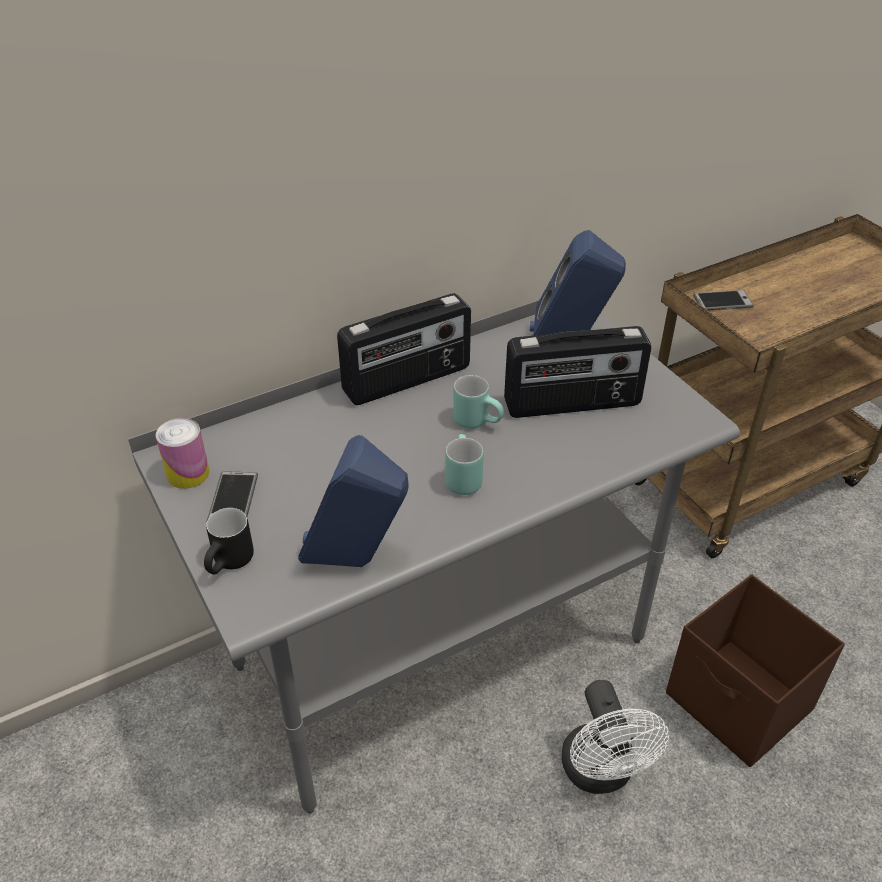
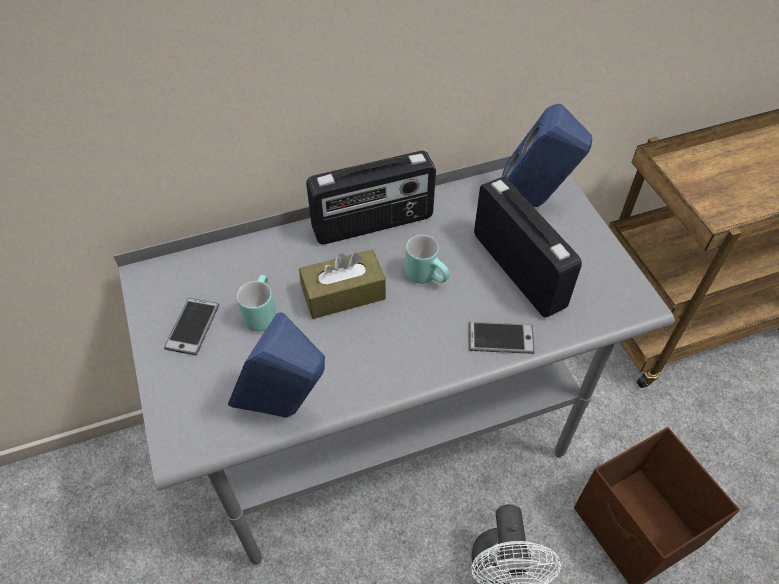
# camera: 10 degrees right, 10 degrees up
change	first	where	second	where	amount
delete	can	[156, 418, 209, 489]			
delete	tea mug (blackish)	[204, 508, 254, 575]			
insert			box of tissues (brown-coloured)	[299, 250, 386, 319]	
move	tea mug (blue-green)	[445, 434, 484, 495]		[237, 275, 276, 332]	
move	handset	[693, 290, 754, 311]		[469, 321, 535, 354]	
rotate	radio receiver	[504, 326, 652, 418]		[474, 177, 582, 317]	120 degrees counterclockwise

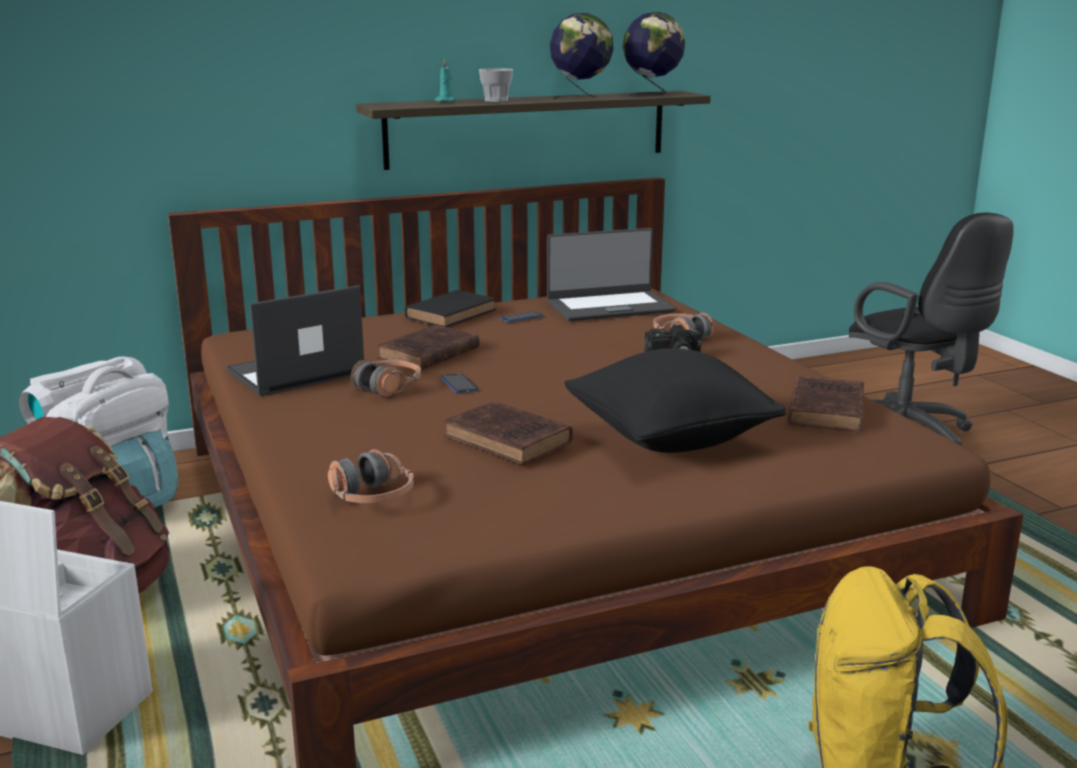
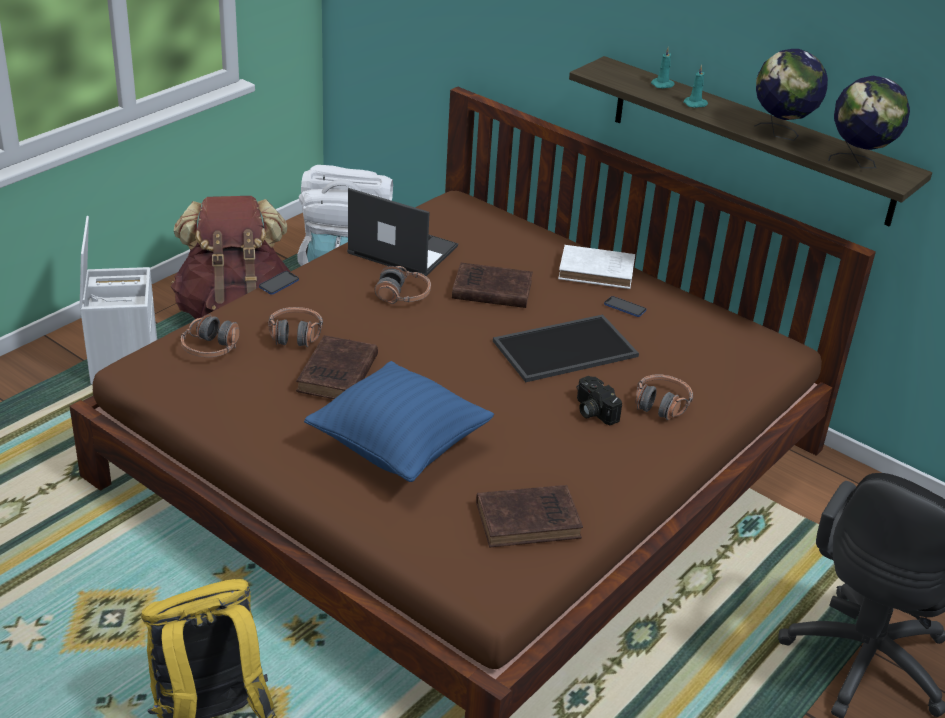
# camera: 60 degrees right, 15 degrees up
change	first	where	second	where	amount
delete	laptop	[547, 228, 675, 321]			
insert			headphones	[268, 307, 323, 347]	
insert			tray	[493, 315, 639, 383]	
move	handset	[441, 374, 478, 393]		[259, 271, 299, 295]	
replace	drinking cup	[479, 68, 513, 102]	wax candle (blue-green)	[684, 65, 708, 108]	
recolor	bound book (blackish)	[405, 290, 496, 327]	bound book (whitish)	[558, 245, 635, 289]	
recolor	pillow (blackish)	[564, 348, 786, 453]	pillow (blue)	[304, 361, 494, 482]	

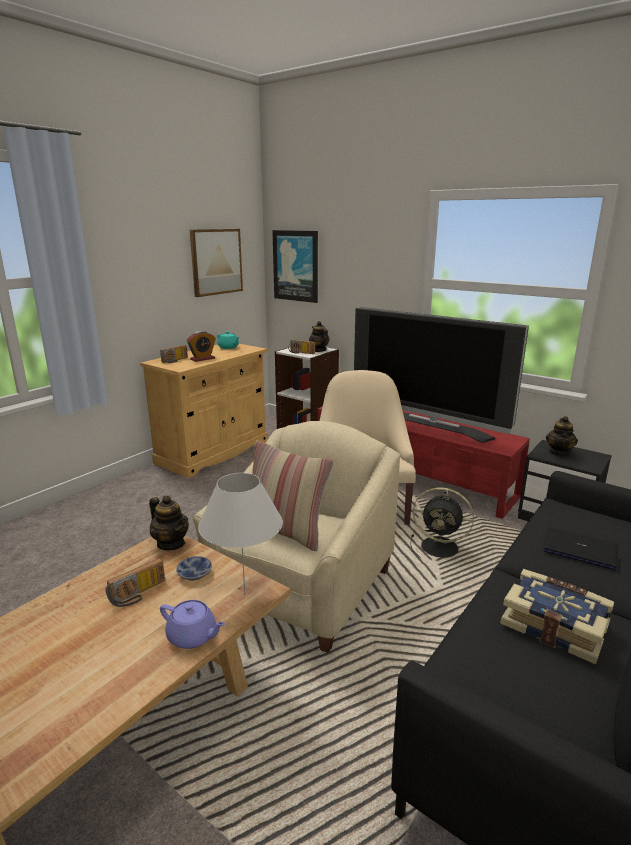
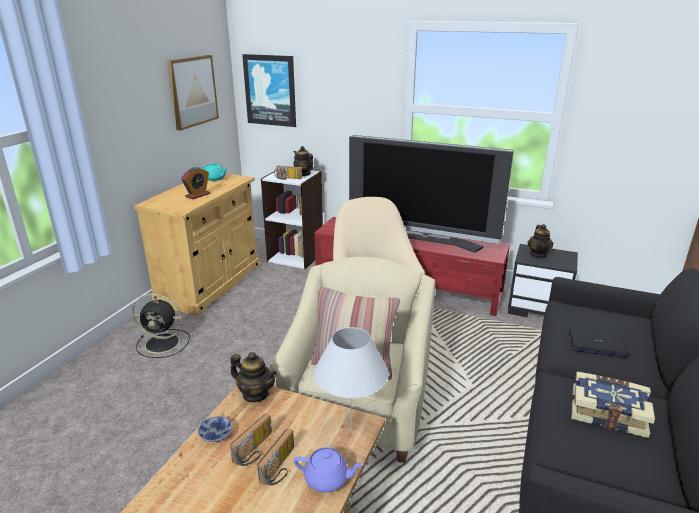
# camera: 15 degrees left, 5 degrees up
change	first	where	second	where	amount
move	radio receiver	[160, 345, 188, 363]		[257, 428, 294, 485]	
move	deep dish	[176, 556, 212, 581]		[198, 416, 232, 442]	
move	electric fan (blackish)	[410, 487, 474, 558]		[132, 293, 190, 358]	

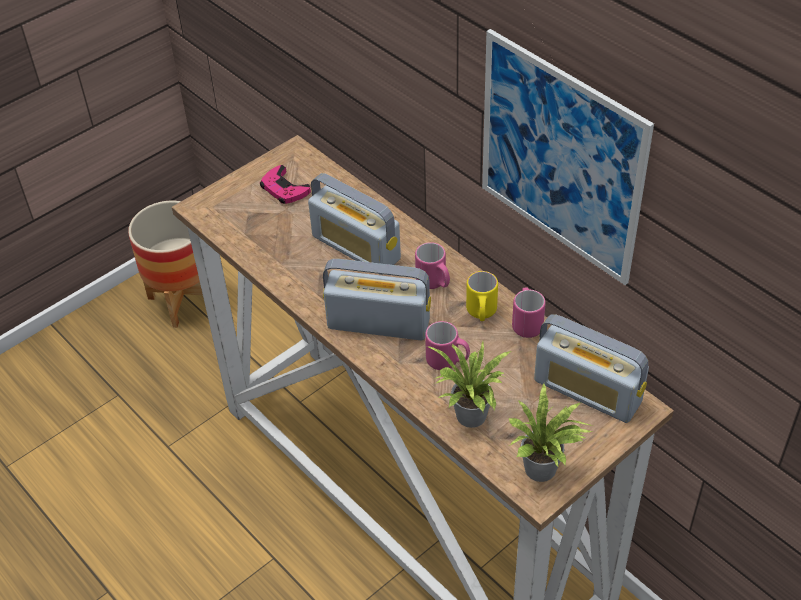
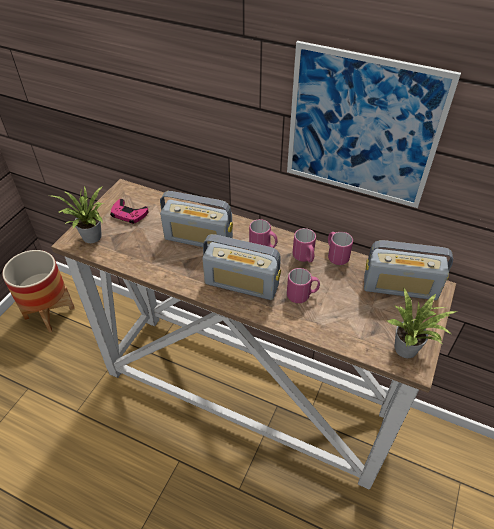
# camera: 25 degrees left, 0 degrees up
change	first	where	second	where	amount
move	plant in a pot	[427, 341, 512, 428]		[52, 186, 103, 243]	
recolor	tea mug (yellow)	[466, 271, 498, 321]	tea mug (pink-coloured)	[293, 228, 316, 262]	
rotate	radio receiver	[323, 259, 431, 340]		[202, 234, 281, 300]	150 degrees counterclockwise

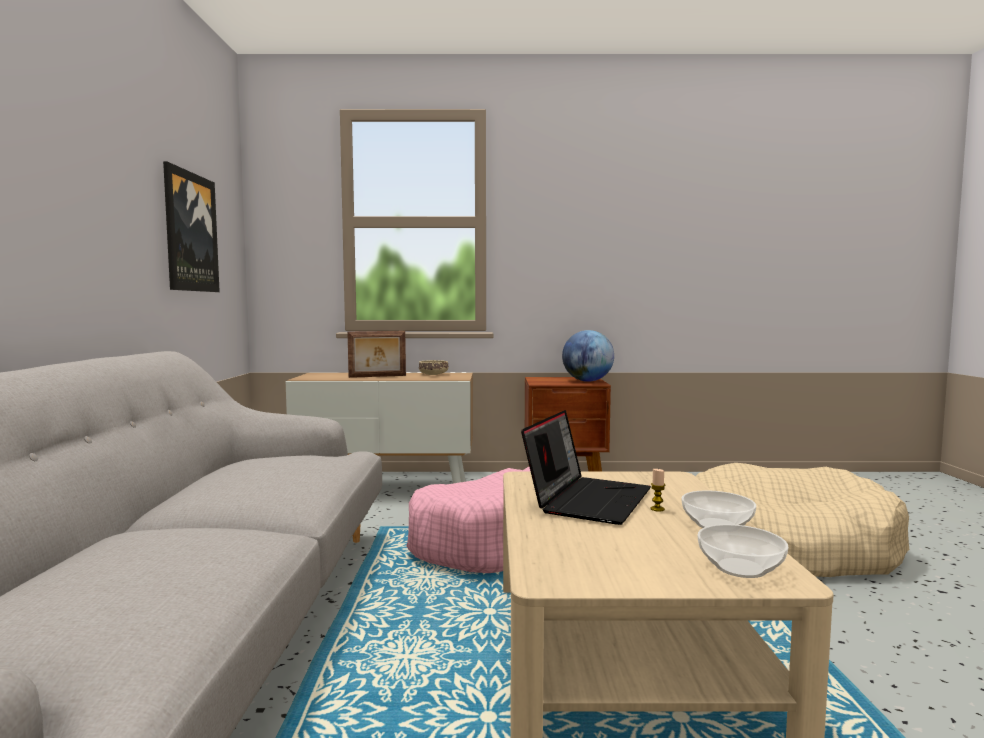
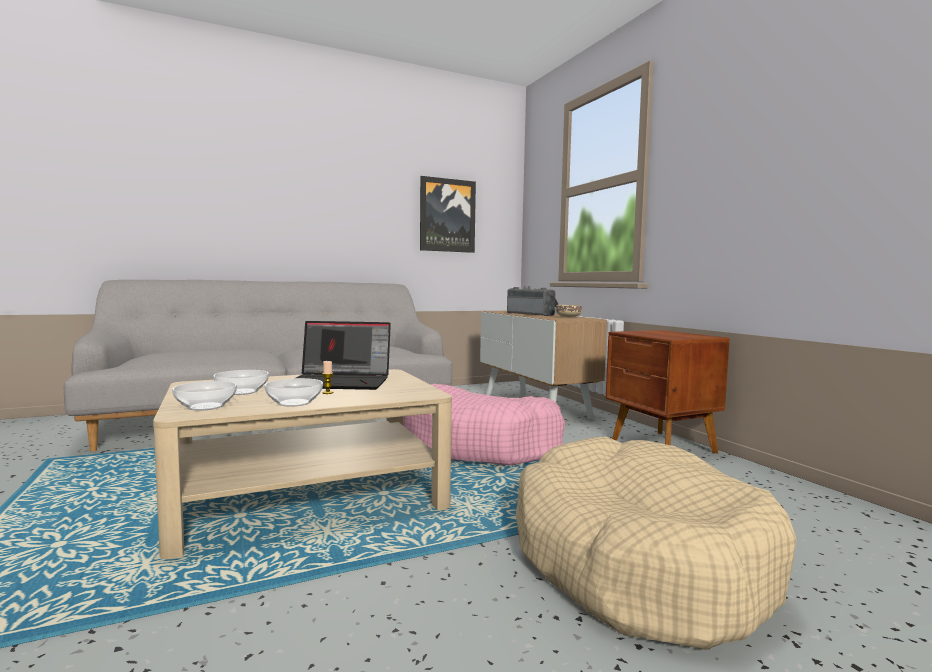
# camera: 65 degrees right, 0 degrees up
change	first	where	second	where	amount
delete	world globe	[562, 330, 614, 382]			
insert			deep dish	[213, 370, 269, 395]	
replace	photo frame	[347, 331, 406, 378]	radio receiver	[507, 286, 559, 316]	

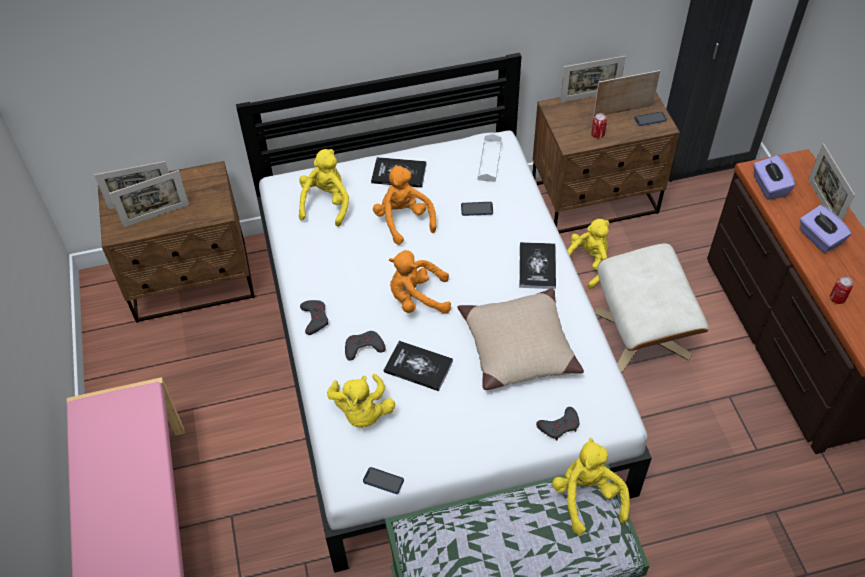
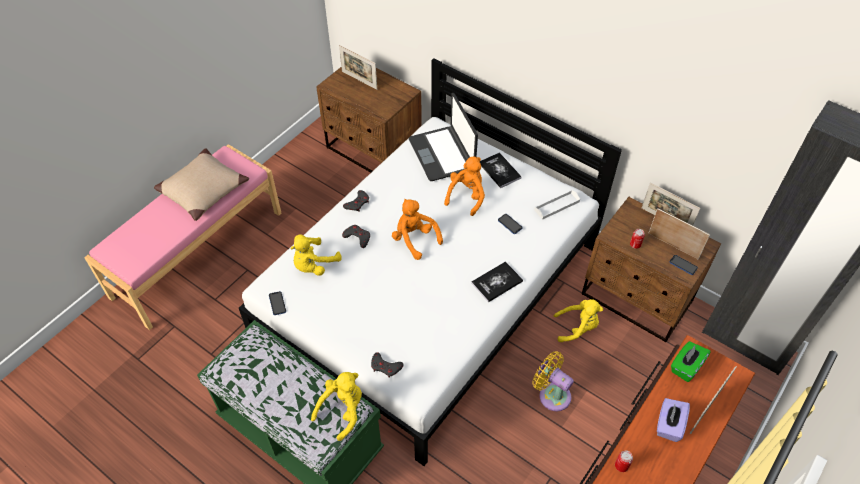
# camera: 50 degrees right, 0 degrees up
change	first	where	second	where	amount
delete	photo frame	[109, 170, 190, 227]			
delete	bound book	[384, 341, 453, 391]			
move	pillow (sand-coloured)	[458, 288, 584, 390]		[154, 148, 249, 221]	
replace	soft toy (yellow)	[299, 149, 349, 227]	laptop	[409, 93, 478, 181]	
replace	pouffe (sand-coloured)	[595, 243, 709, 373]	electric fan (yellow)	[533, 351, 574, 411]	
recolor	box of tissues (purple-coloured)	[753, 155, 795, 200]	box of tissues (greenish)	[671, 341, 711, 382]	

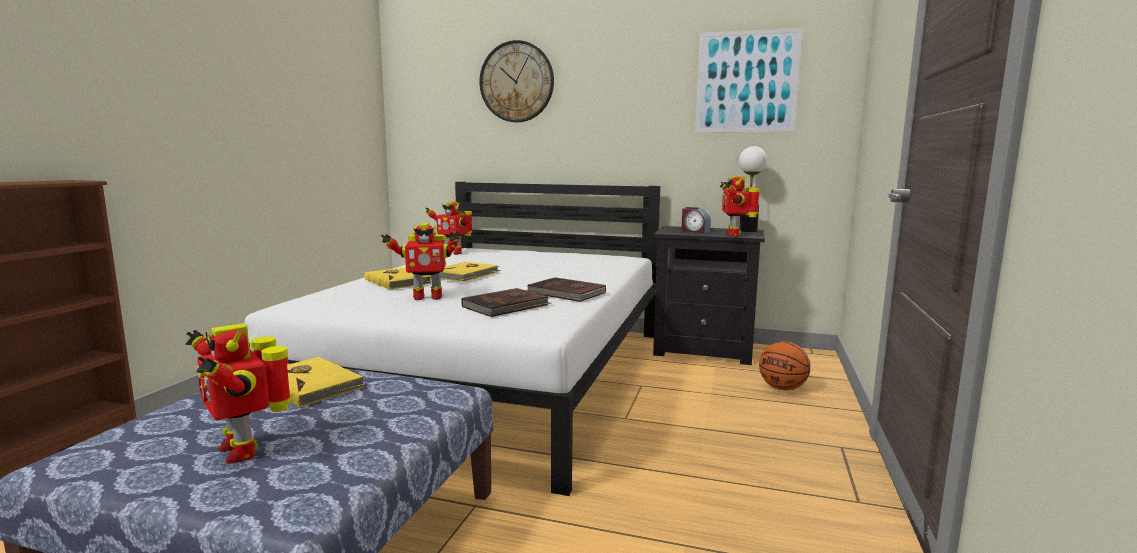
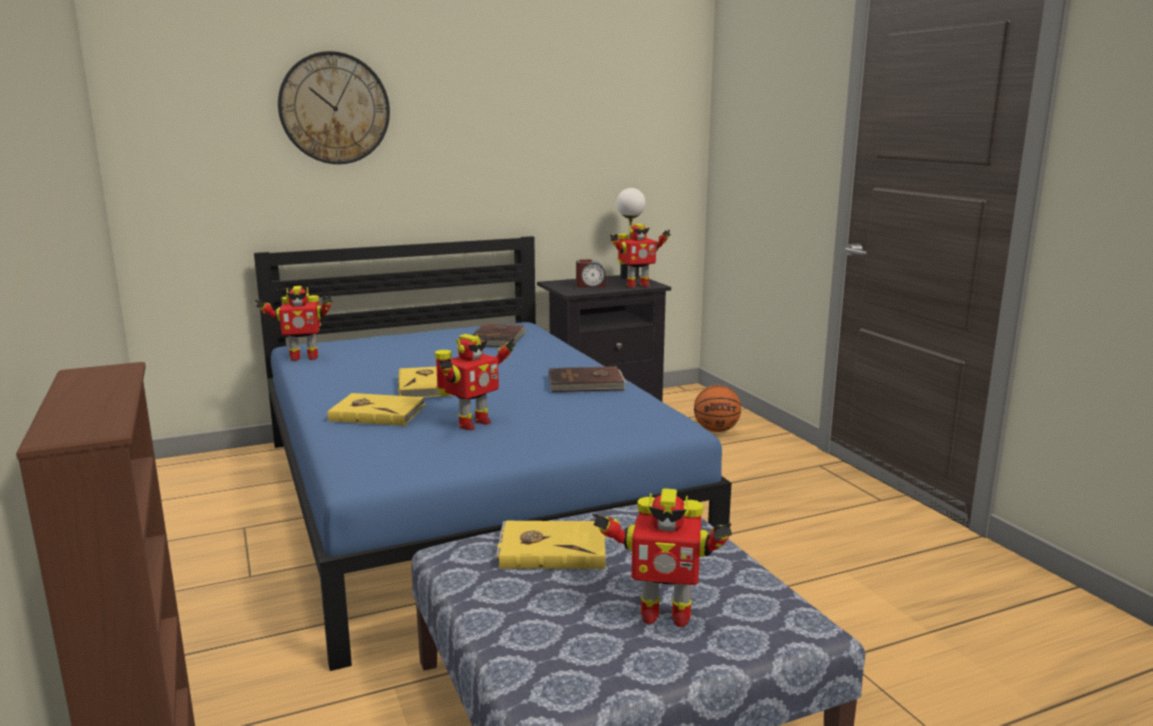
# camera: 40 degrees left, 5 degrees up
change	first	where	second	where	amount
delete	wall art	[695, 28, 803, 132]			
move	bound book (brown-coloured)	[461, 288, 550, 317]		[472, 324, 527, 347]	
recolor	sleeping bed (whitish)	[244, 182, 661, 496]	sleeping bed (blue)	[254, 236, 732, 671]	
rotate	model robot	[720, 176, 760, 236]		[610, 223, 671, 288]	75 degrees counterclockwise

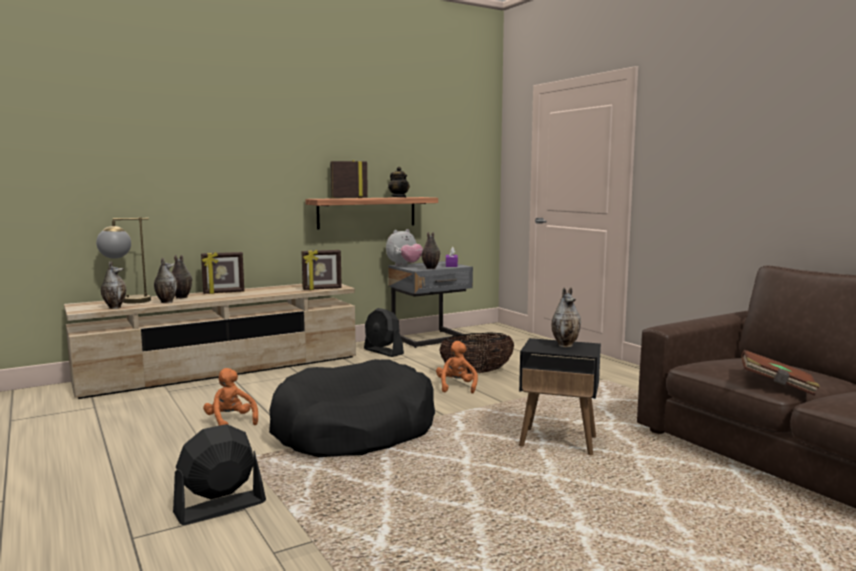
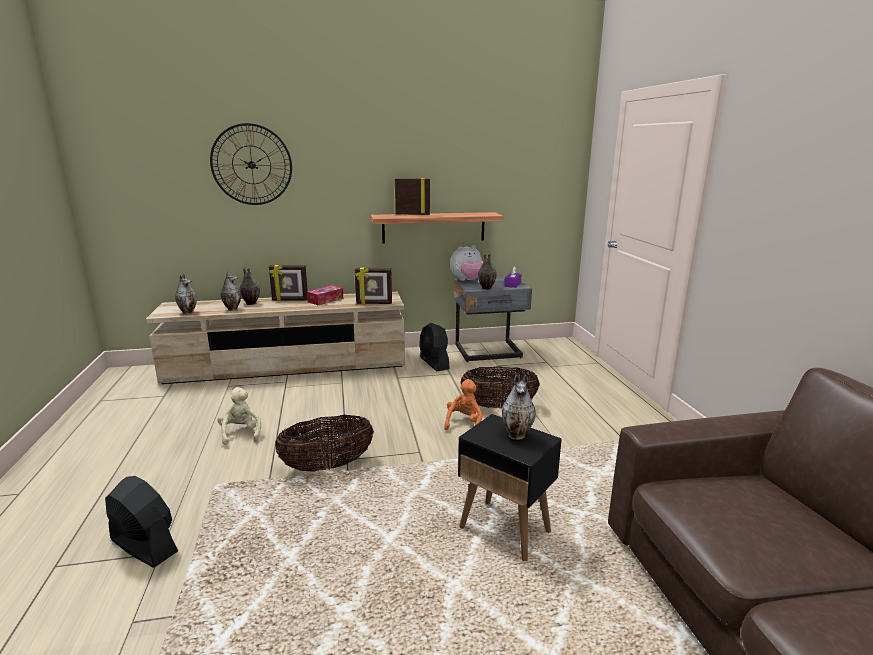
# camera: 20 degrees right, 10 degrees up
change	first	where	second	where	amount
delete	table lamp	[96, 217, 151, 304]			
delete	tea pot	[388, 167, 410, 198]			
delete	bound book (brown-coloured)	[741, 350, 820, 396]			
insert			clock on the wall	[210, 123, 292, 205]	
insert			box of tissues	[307, 285, 343, 305]	
replace	dog cushion (blackish)	[269, 359, 435, 457]	household basket	[275, 415, 374, 472]	
recolor	soft toy (orangey)	[203, 368, 258, 426]	soft toy (sand-coloured)	[217, 387, 261, 445]	
rotate	electric fan (blackish)	[173, 424, 266, 525]		[105, 476, 178, 568]	45 degrees clockwise

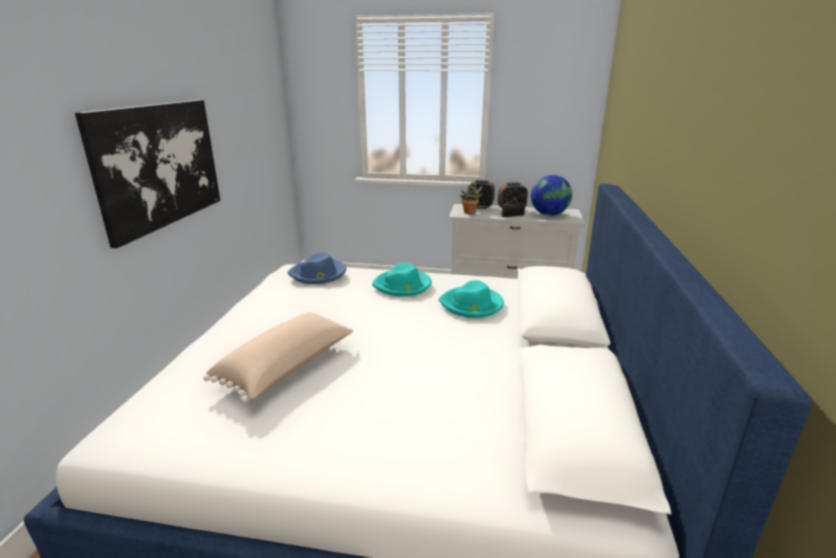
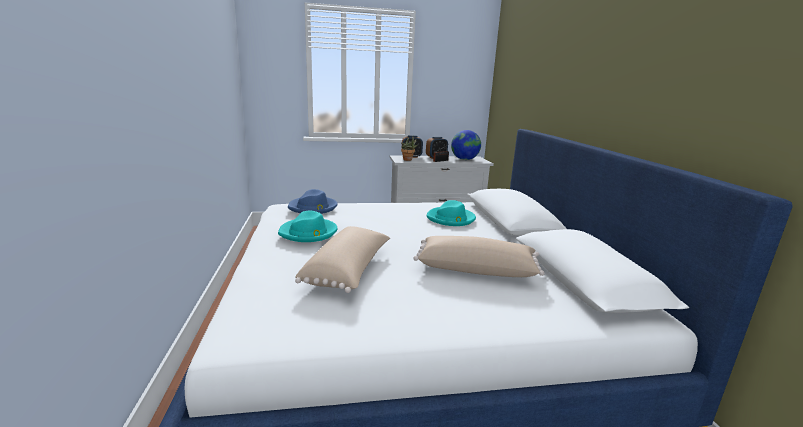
# camera: 20 degrees left, 5 degrees down
change	first	where	second	where	amount
delete	wall art	[75, 100, 220, 248]			
insert			pillow (sand-coloured)	[413, 236, 545, 277]	
move	wearable hat (blue-green)	[372, 263, 432, 297]		[278, 210, 337, 242]	

